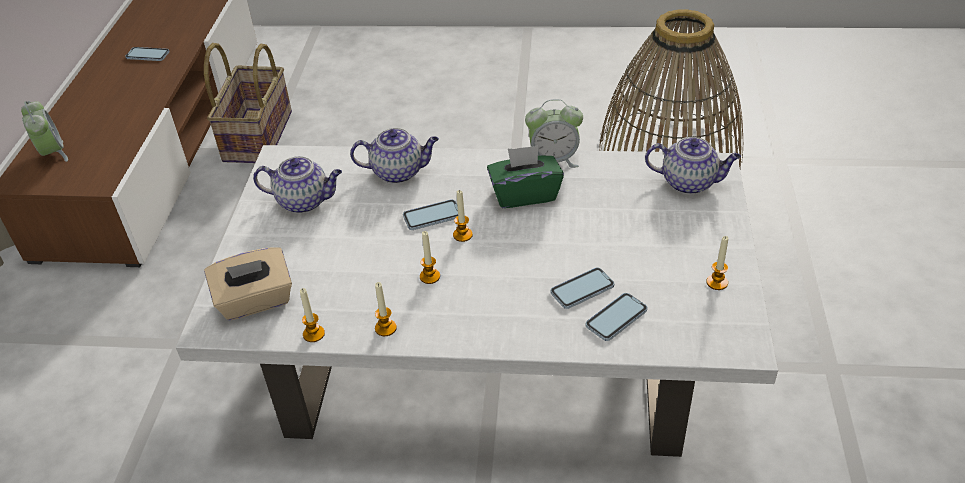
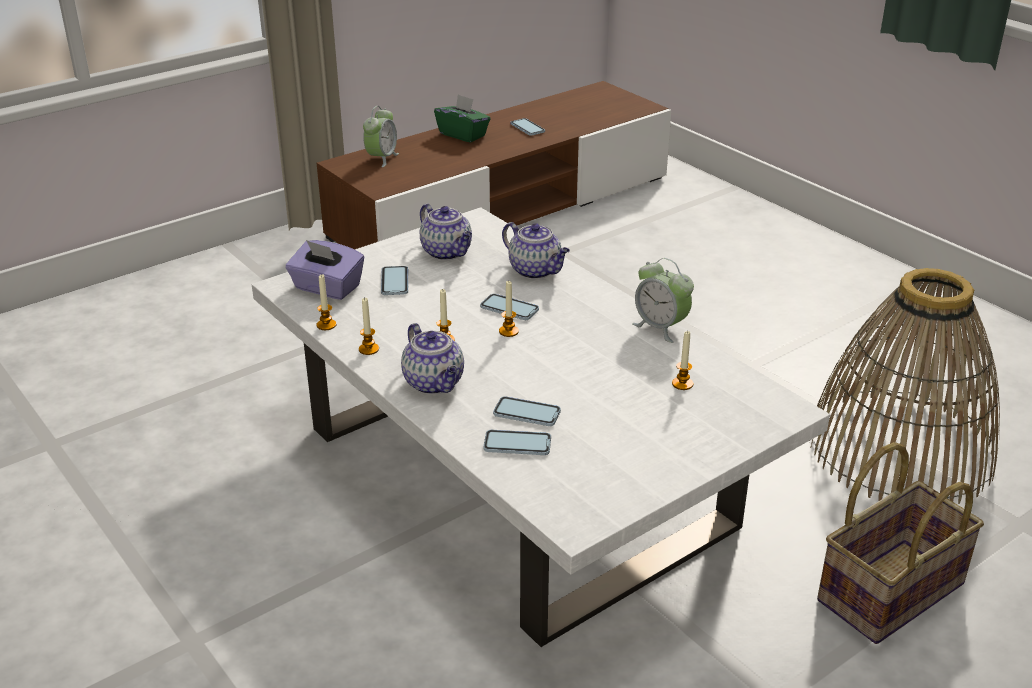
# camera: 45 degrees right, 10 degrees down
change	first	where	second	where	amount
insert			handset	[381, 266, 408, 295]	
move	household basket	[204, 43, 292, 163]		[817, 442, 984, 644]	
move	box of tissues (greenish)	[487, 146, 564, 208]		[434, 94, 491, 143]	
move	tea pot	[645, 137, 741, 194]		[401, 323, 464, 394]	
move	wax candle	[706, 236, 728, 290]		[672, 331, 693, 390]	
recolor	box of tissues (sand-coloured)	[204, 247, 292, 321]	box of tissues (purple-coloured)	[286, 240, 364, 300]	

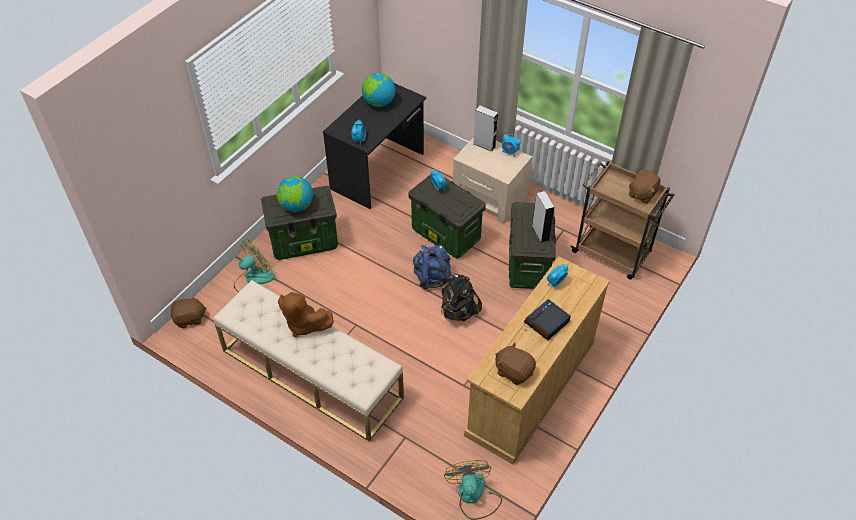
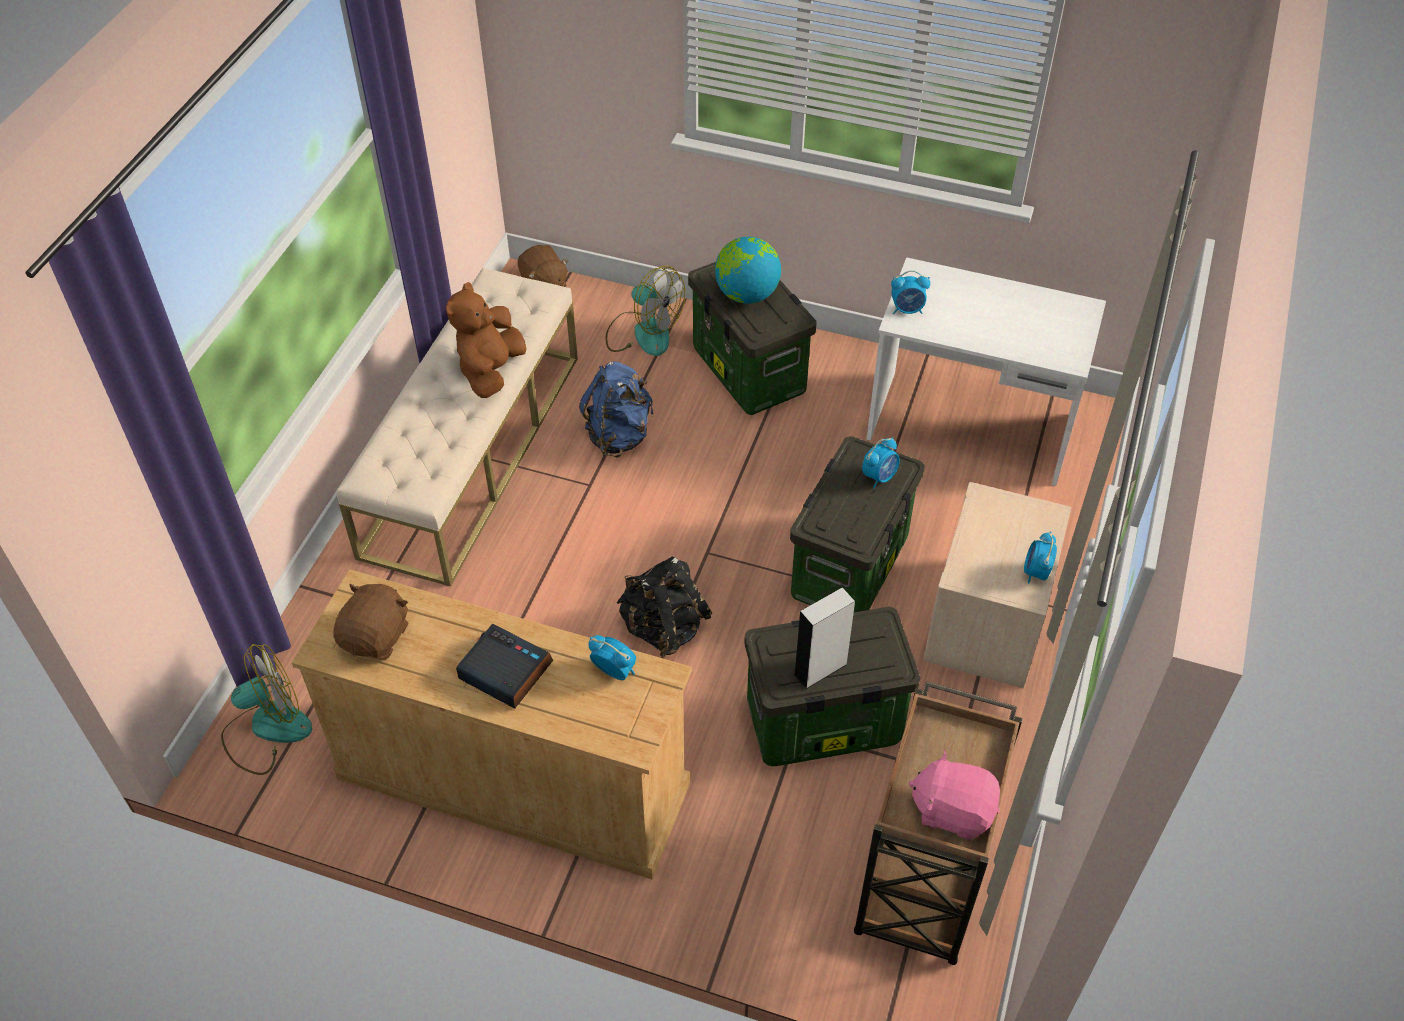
# camera: 75 degrees right, 0 degrees up
change	first	where	second	where	amount
delete	world globe	[362, 73, 395, 107]			
delete	audio speaker (gray)	[473, 105, 498, 152]			
move	knapsack (blue)	[413, 245, 454, 289]		[579, 361, 653, 457]	
recolor	desk unit (blackish)	[323, 83, 426, 209]	desk unit (whitish)	[866, 257, 1106, 486]	
recolor	soft toy (brown-coloured)	[628, 170, 660, 204]	soft toy (pink-coloured)	[909, 750, 1000, 839]	

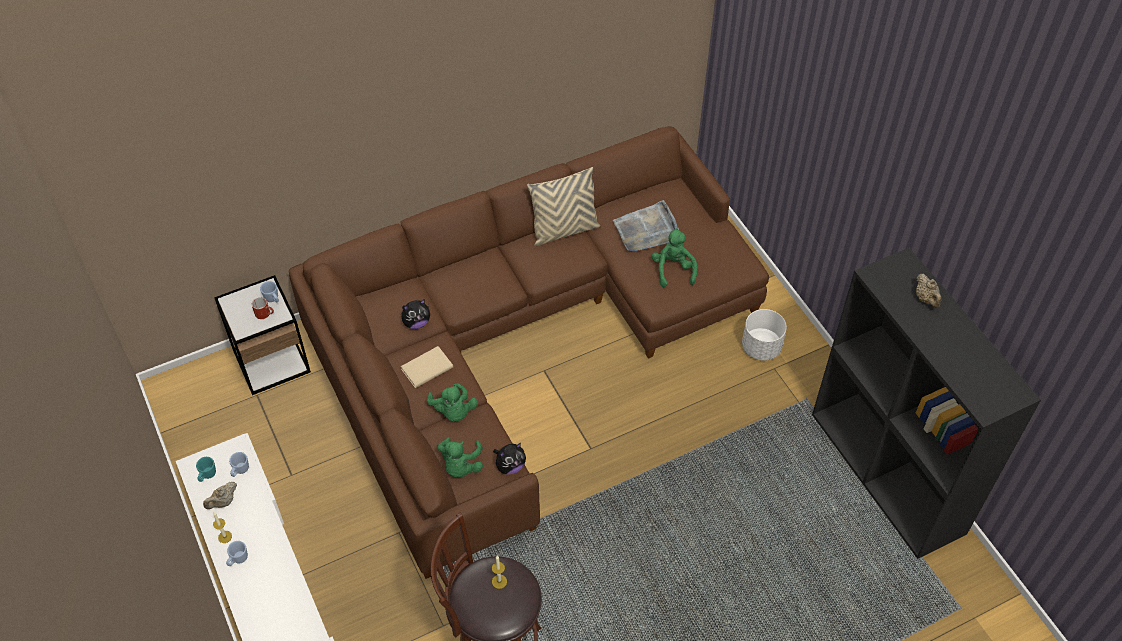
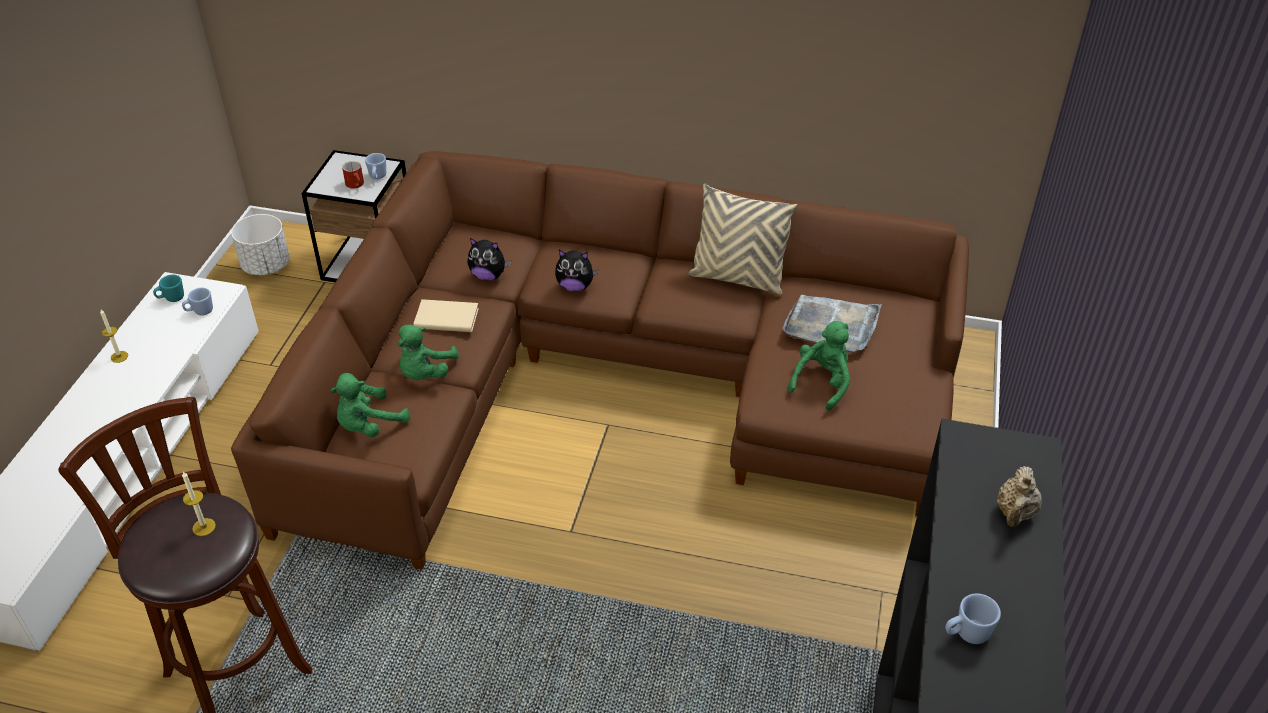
# camera: 40 degrees right, 10 degrees down
change	first	where	second	where	amount
delete	tea pot (sand-coloured)	[203, 482, 237, 509]			
move	tea mug (blue)	[226, 541, 248, 566]		[945, 594, 1001, 644]	
move	soft toy	[493, 443, 526, 474]		[555, 250, 598, 291]	
move	plant pot (whitish)	[742, 309, 787, 361]		[231, 214, 290, 275]	

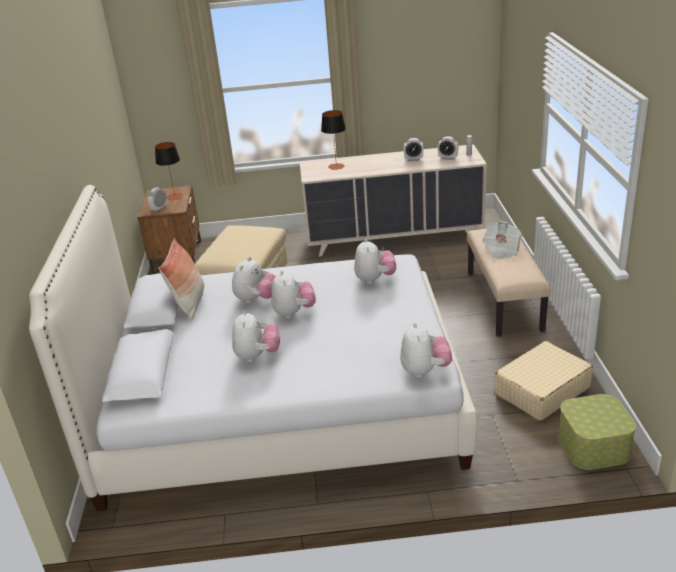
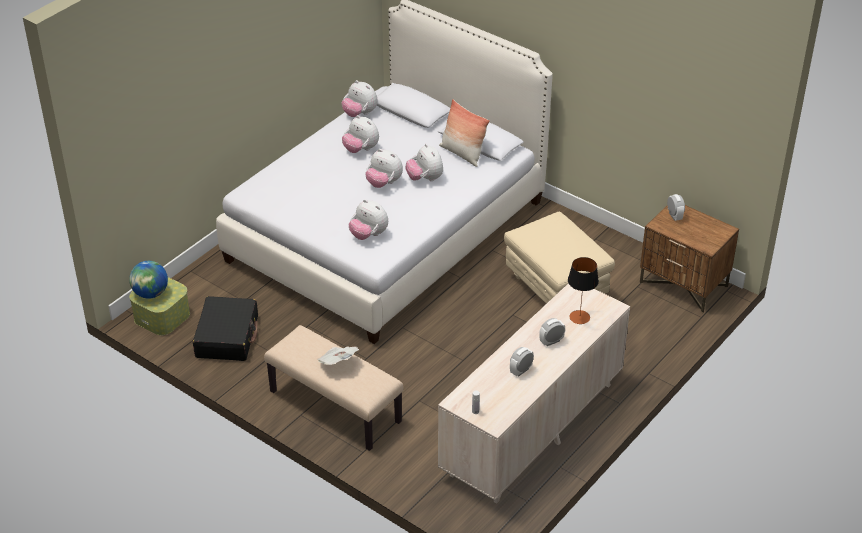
# camera: 130 degrees right, 10 degrees up
change	first	where	second	where	amount
delete	table lamp	[155, 142, 183, 200]			
insert			world globe	[129, 261, 168, 299]	
move	soft toy	[400, 323, 452, 378]		[342, 80, 378, 117]	
move	bedside clock	[437, 137, 458, 160]		[539, 318, 565, 346]	
recolor	piece of luggage (sand-coloured)	[494, 341, 593, 421]	piece of luggage (blackish)	[193, 296, 258, 361]	

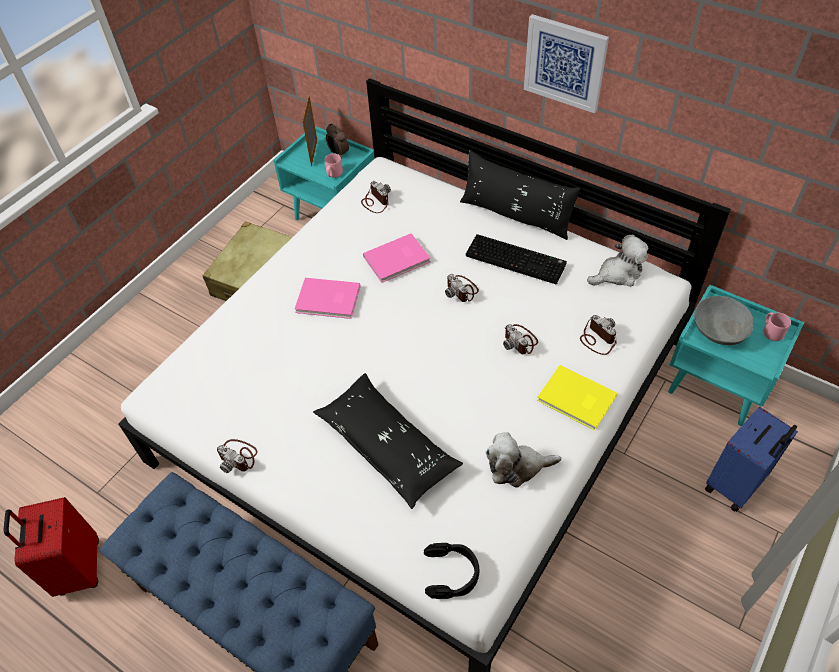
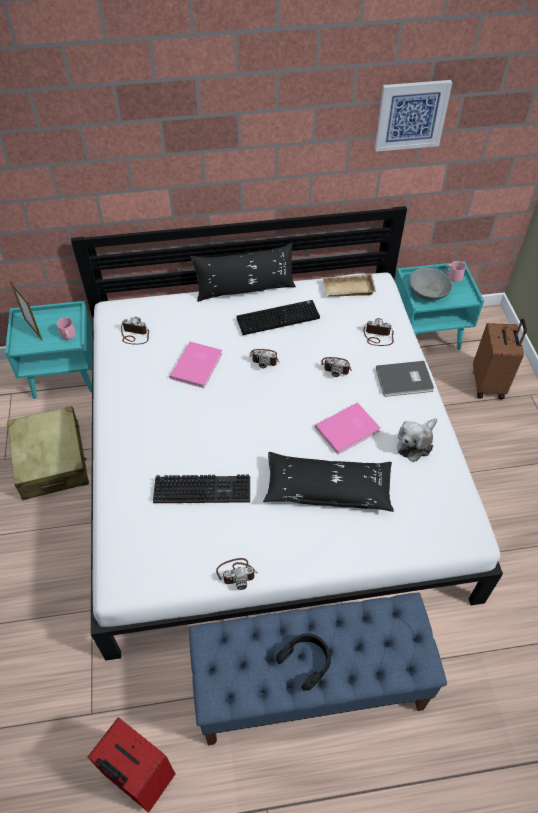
# camera: 45 degrees left, 0 degrees up
change	first	where	second	where	amount
delete	bedside clock	[326, 123, 349, 159]			
insert			keyboard	[153, 475, 250, 503]	
move	bound book (pink-coloured)	[295, 278, 360, 319]		[315, 402, 381, 455]	
move	headphones (blackish)	[424, 543, 479, 599]		[277, 633, 331, 690]	
move	wall art	[524, 14, 609, 113]		[375, 80, 452, 152]	
replace	soft toy	[587, 235, 648, 287]	tray (sand-coloured)	[322, 273, 376, 297]	
recolor	bound book (yellow)	[537, 365, 617, 431]	bound book (gray)	[376, 361, 434, 397]	
recolor	piece of luggage (blue)	[705, 406, 798, 512]	piece of luggage (brown-coloured)	[473, 319, 527, 399]	

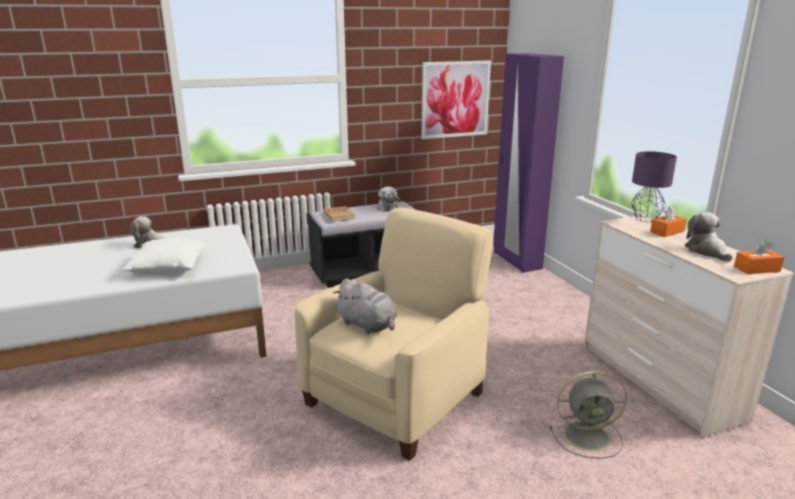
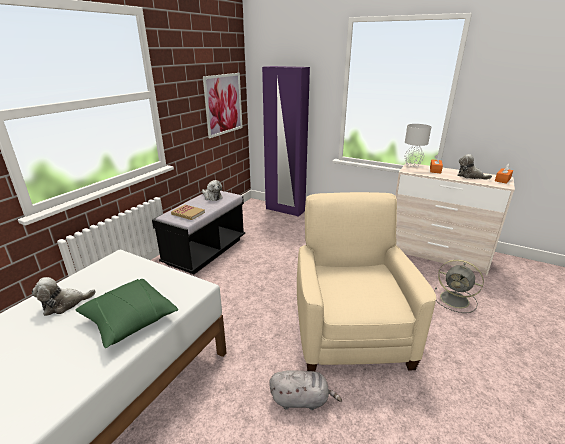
# camera: 40 degrees left, 5 degrees up
change	first	where	second	where	amount
move	soft toy (gray)	[333, 278, 397, 334]		[269, 370, 342, 410]	
recolor	pillow (whitish)	[122, 238, 206, 274]	pillow (greenish)	[75, 279, 178, 348]	
recolor	table lamp (purple-coloured)	[631, 151, 677, 222]	table lamp (gray)	[404, 124, 431, 167]	
rotate	electric fan (gray)	[549, 371, 627, 459]		[434, 260, 484, 313]	75 degrees clockwise

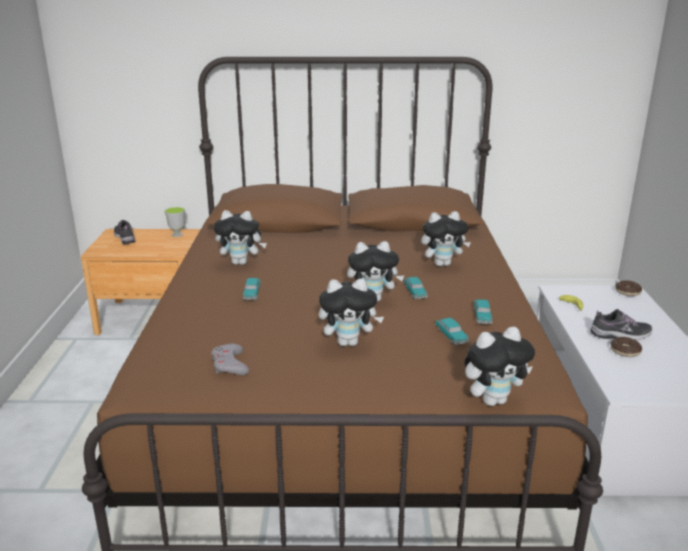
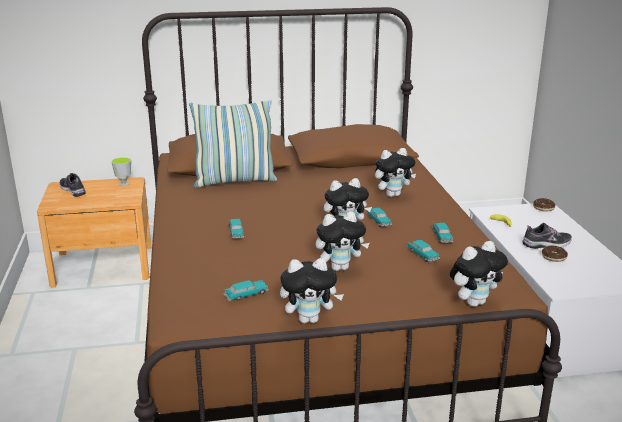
# camera: 10 degrees left, 0 degrees up
change	first	where	second	where	amount
insert			pillow	[189, 100, 277, 188]	
move	soft toy	[214, 210, 267, 265]		[280, 258, 344, 324]	
replace	gamepad (gray)	[212, 343, 249, 375]	toy car	[223, 280, 269, 301]	

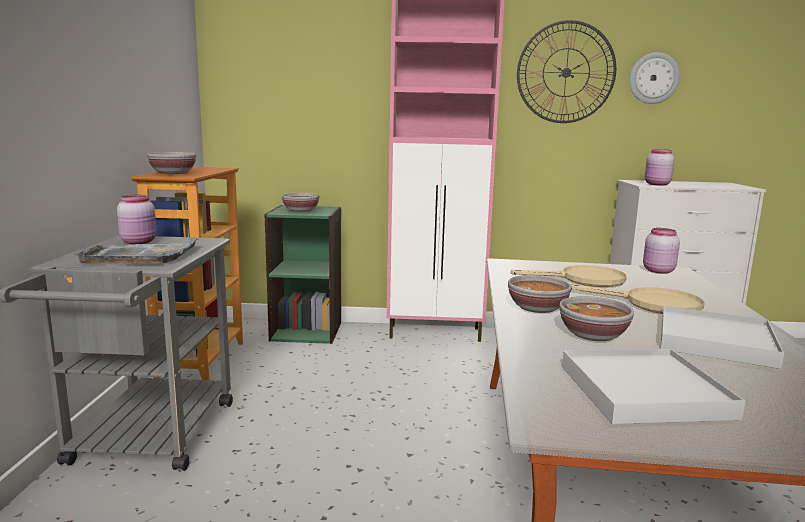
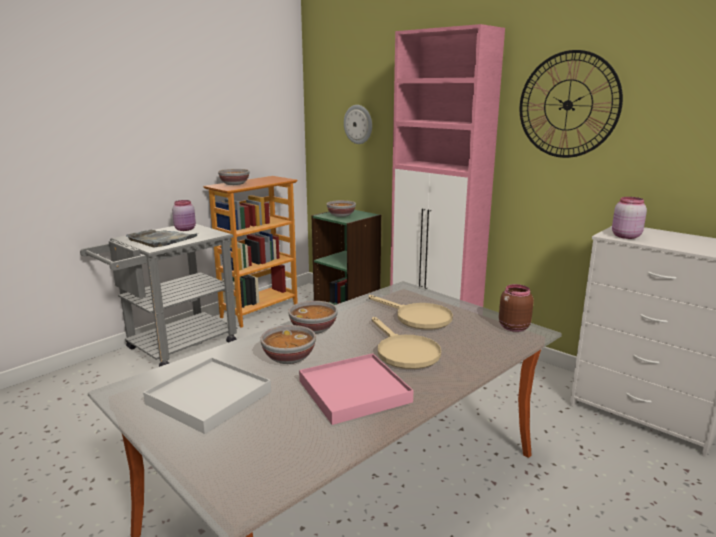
# camera: 40 degrees right, 5 degrees up
change	first	where	second	where	amount
move	clock on the wall	[629, 52, 680, 104]		[344, 105, 372, 144]	
recolor	jar (pink-coloured)	[643, 228, 680, 274]	jar (brown-coloured)	[499, 284, 534, 332]	
recolor	tray (whitish)	[661, 306, 784, 369]	tray (pink-coloured)	[299, 353, 414, 425]	

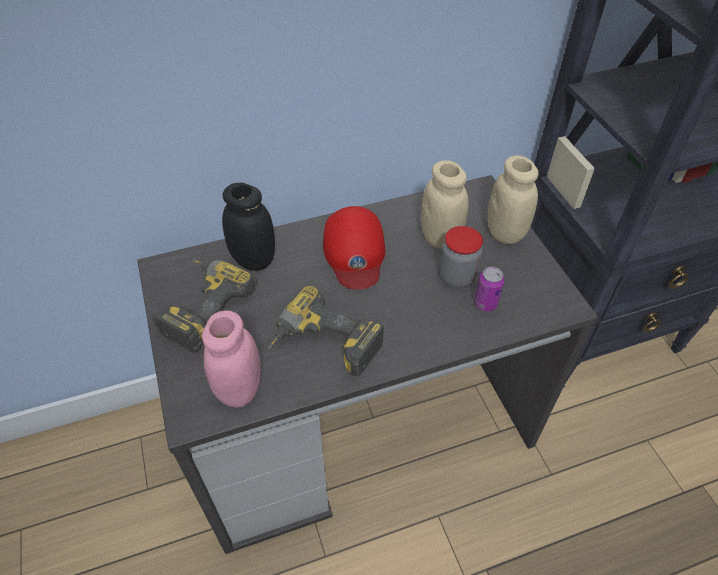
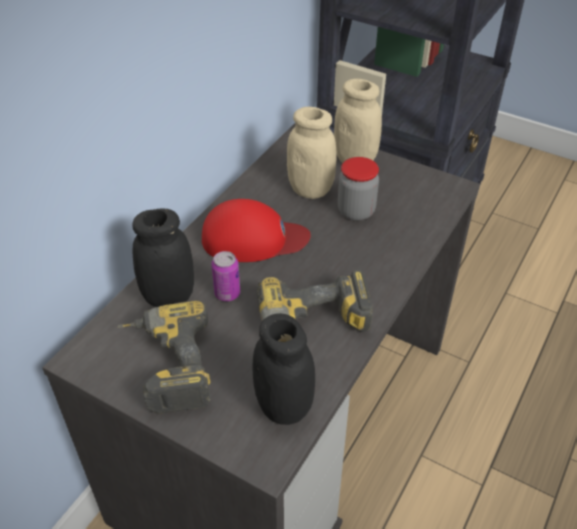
# camera: 40 degrees left, 5 degrees down
change	first	where	second	where	amount
move	can	[474, 267, 505, 311]		[211, 251, 240, 301]	
recolor	jar (pink-coloured)	[202, 310, 261, 408]	jar (blackish)	[253, 313, 315, 425]	
rotate	baseball cap (red-coloured)	[323, 206, 385, 289]		[202, 199, 311, 262]	45 degrees counterclockwise

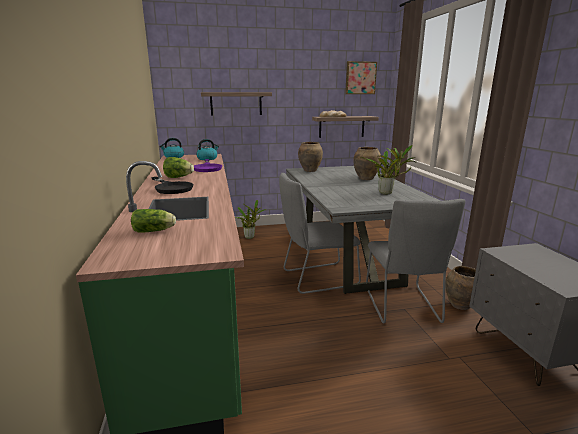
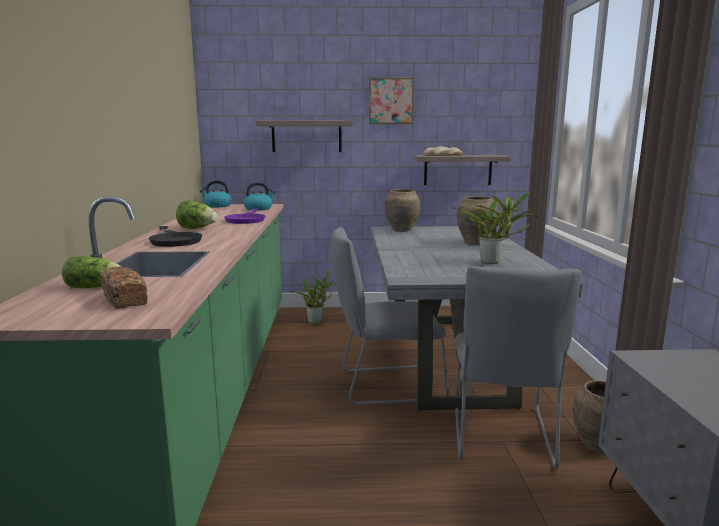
# camera: 10 degrees right, 5 degrees down
change	first	where	second	where	amount
insert			bakery bread	[100, 267, 147, 309]	
move	wall art	[345, 61, 377, 94]		[369, 77, 414, 124]	

